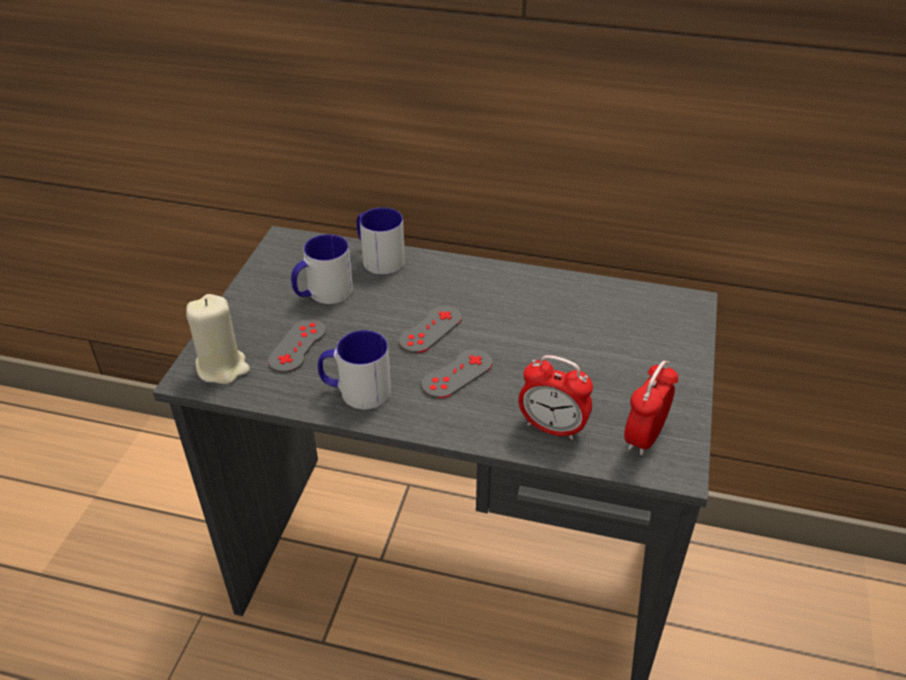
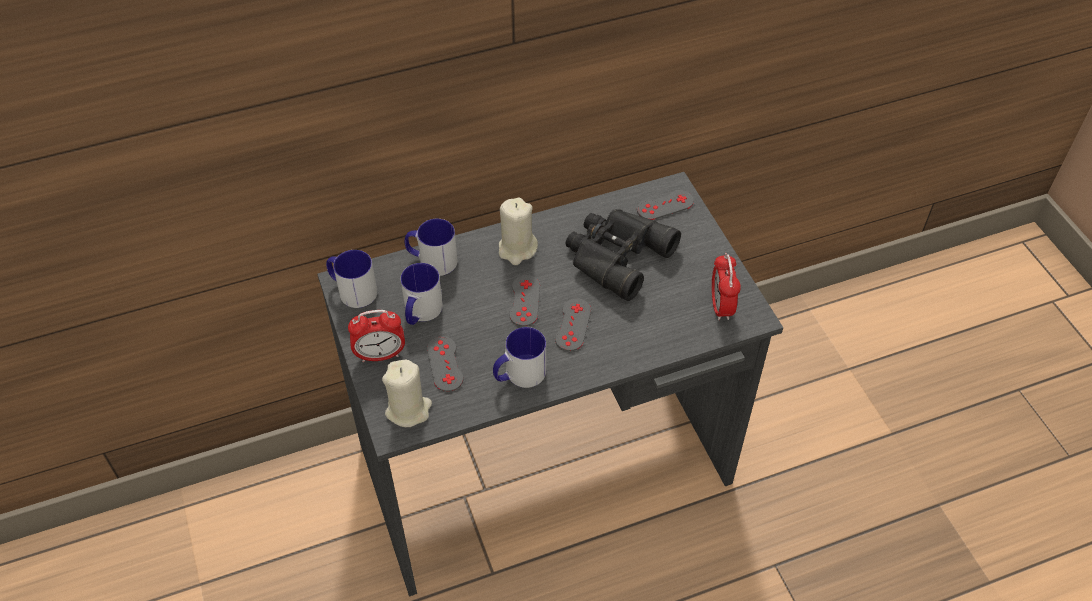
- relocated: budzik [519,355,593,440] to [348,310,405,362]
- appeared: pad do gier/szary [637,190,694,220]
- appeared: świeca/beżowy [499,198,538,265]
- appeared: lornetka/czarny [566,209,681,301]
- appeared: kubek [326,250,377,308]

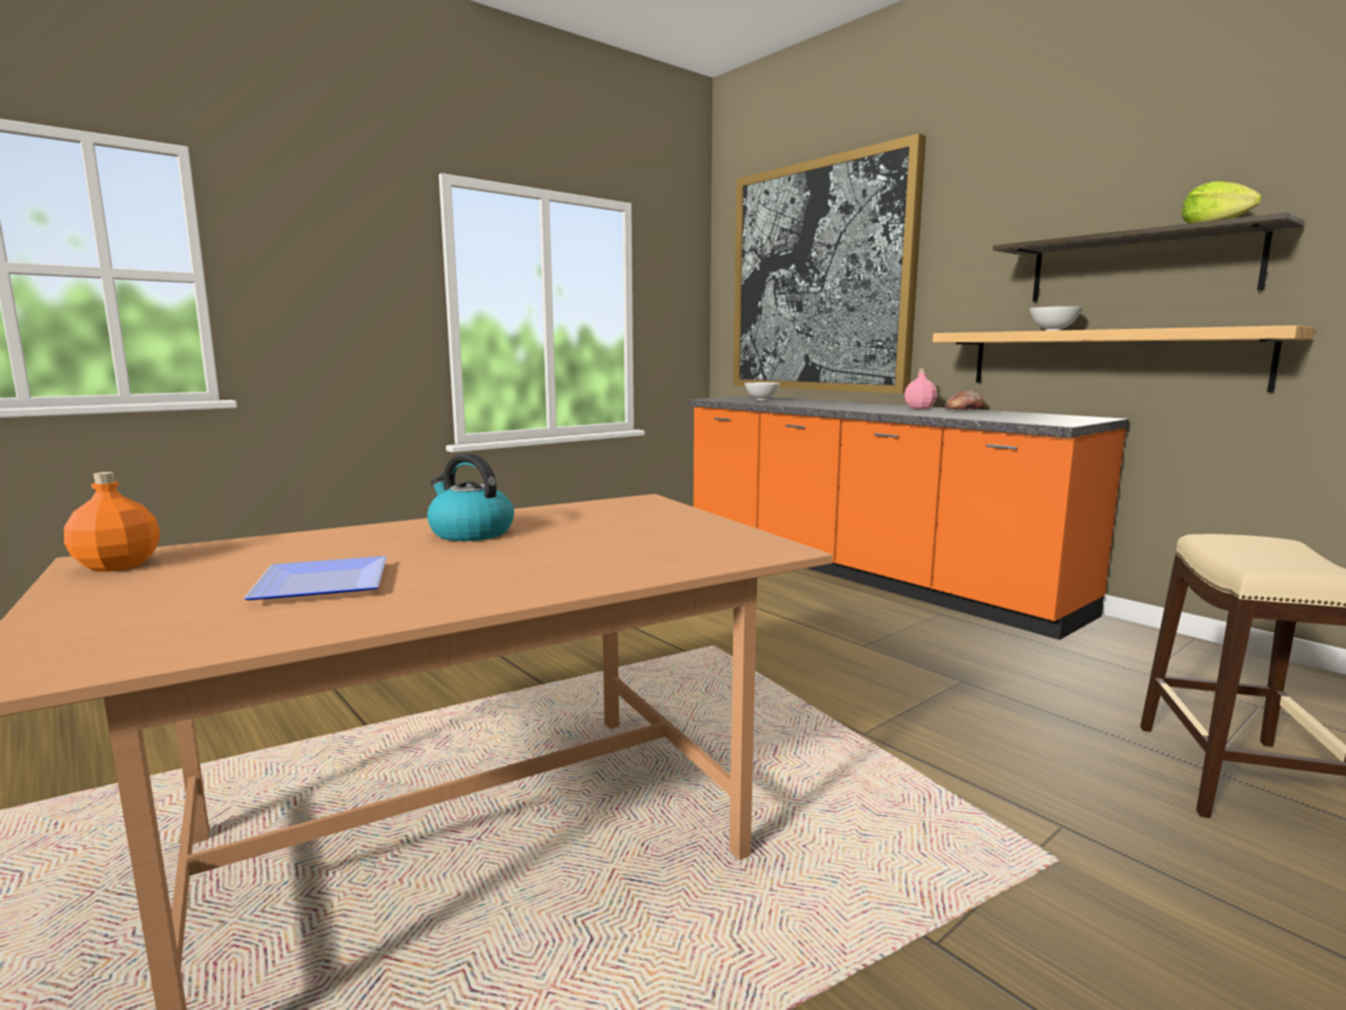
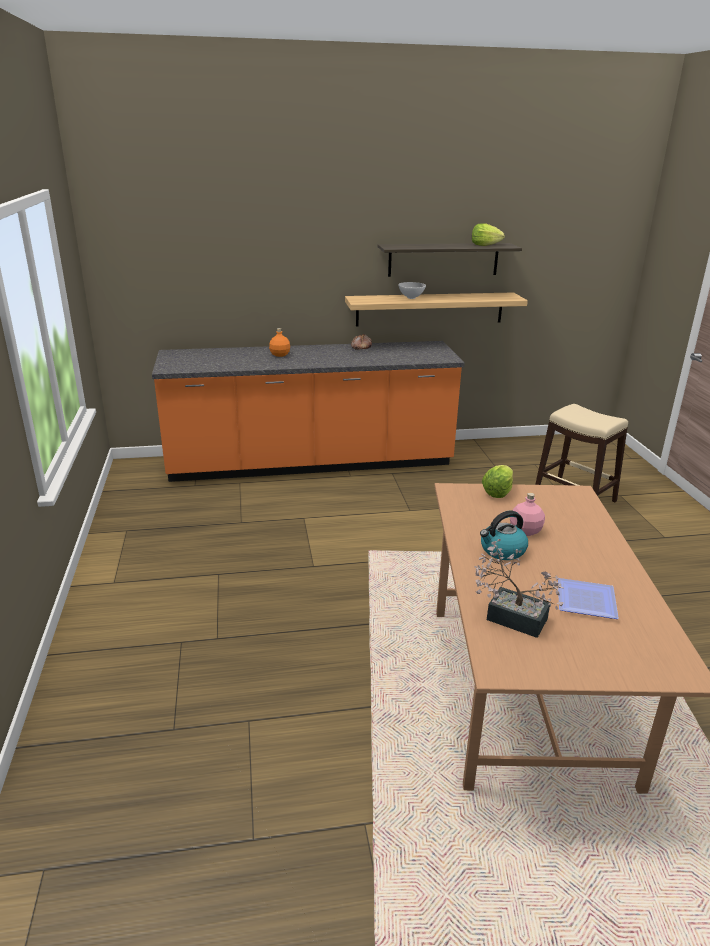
- missing: obraz [733,134,926,394]
- relocated: butelka/różowy [904,368,937,409] to [510,493,545,536]
- missing: miska/biały [744,382,780,400]
- relocated: butelka/pomarańczowy [64,472,160,572] to [269,328,290,357]
- appeared: sałata [482,465,513,498]
- appeared: roślina doniczkowa [475,539,564,638]

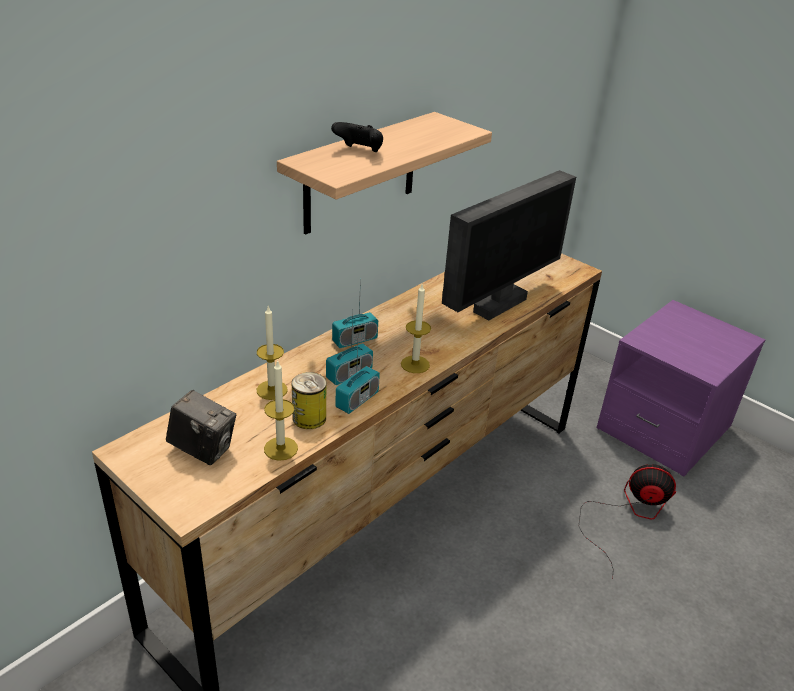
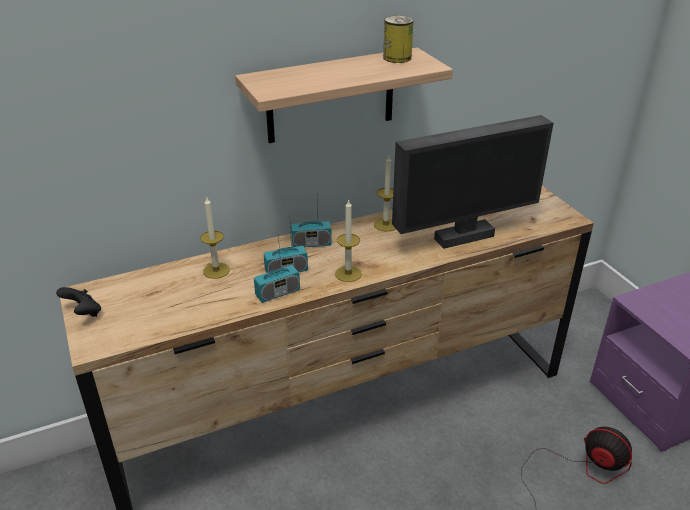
- relocated: pad do gier/czarny [331,122,383,152] to [56,287,101,317]
- relocated: świeca [264,360,298,461] to [374,155,396,232]
- relocated: puszka [292,372,326,429] to [383,16,414,63]
- missing: aparat fotograficzny [166,390,236,465]

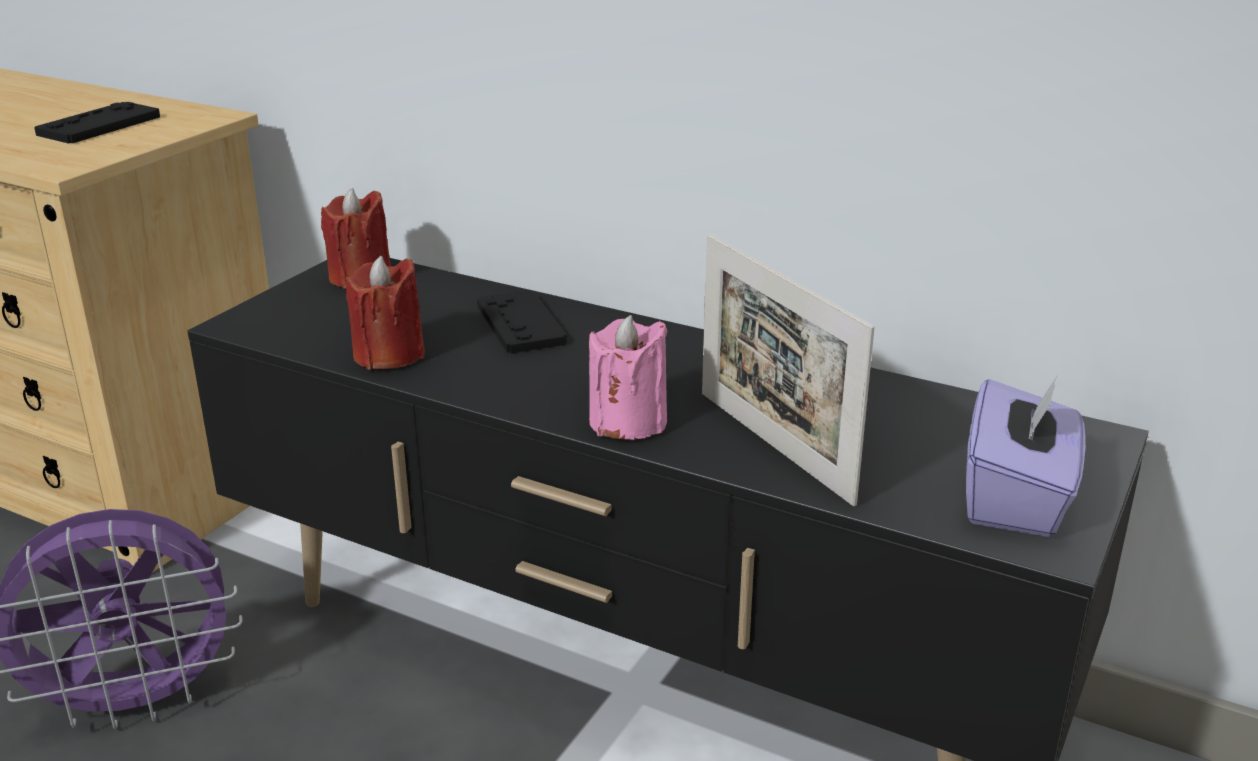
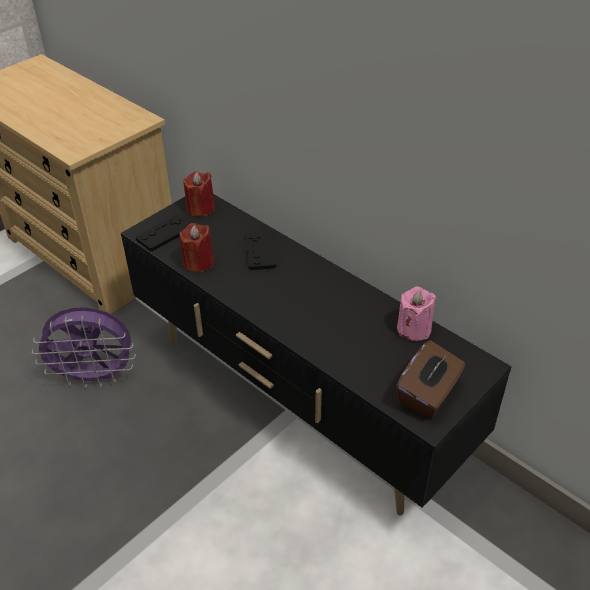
- relocated: pad do gier/czarny [34,102,160,144] to [136,215,190,251]
- missing: ramka na zdjęcie [702,234,875,506]
- relocated: świeca/różowy [589,315,668,440] to [397,287,436,341]
- colour: pudełko chusteczek/fioletowy [966,374,1085,537] to pudełko chusteczek/brązowy [396,340,466,419]

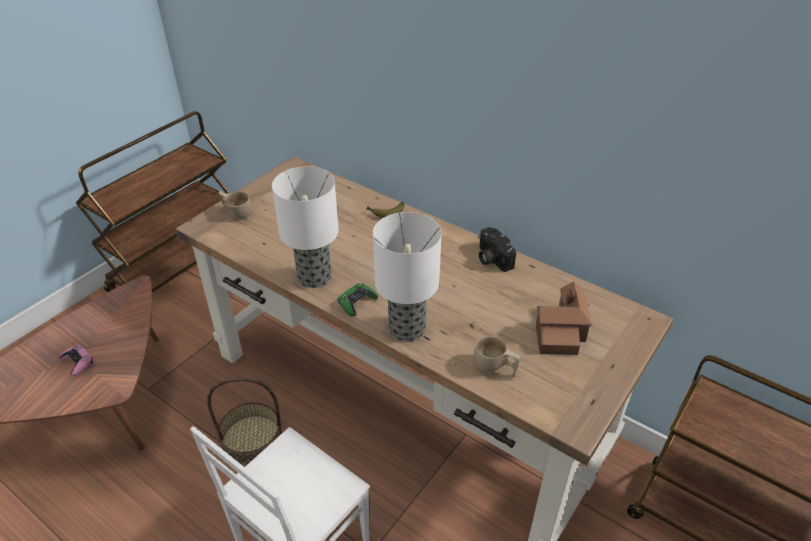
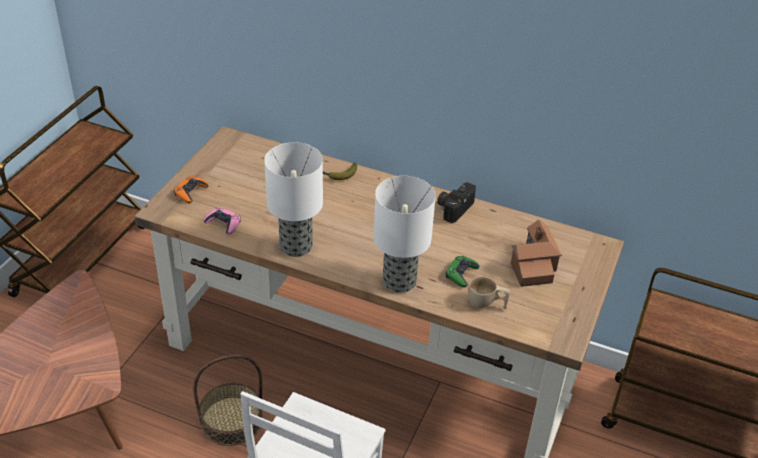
- exchanged: filiżanka/beżowy [219,191,251,220] to pad do gier/pomarańczowy [174,176,209,203]
- spun: aparat fotograficzny [478,227,516,272] = [437,182,476,223] 75 degrees clockwise
- relocated: pad do gier/zielony [338,284,378,316] to [446,256,480,287]
- relocated: pad do gier/różowy [59,345,93,376] to [204,207,241,235]

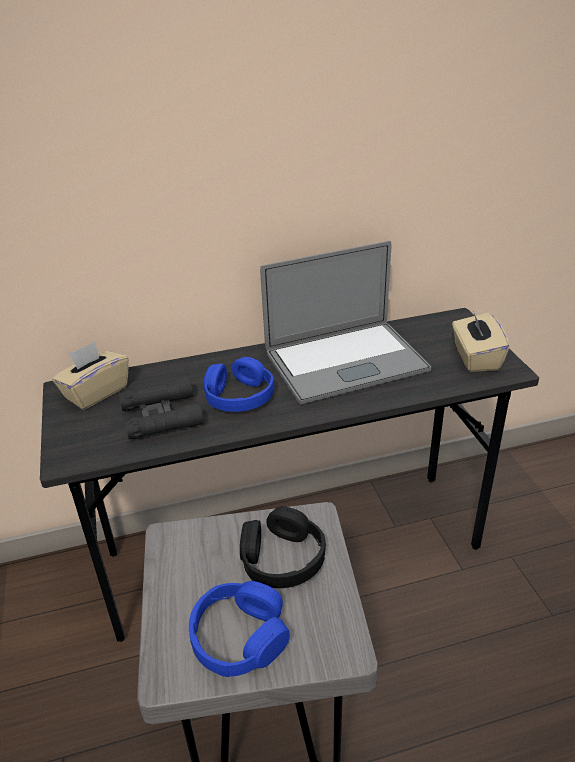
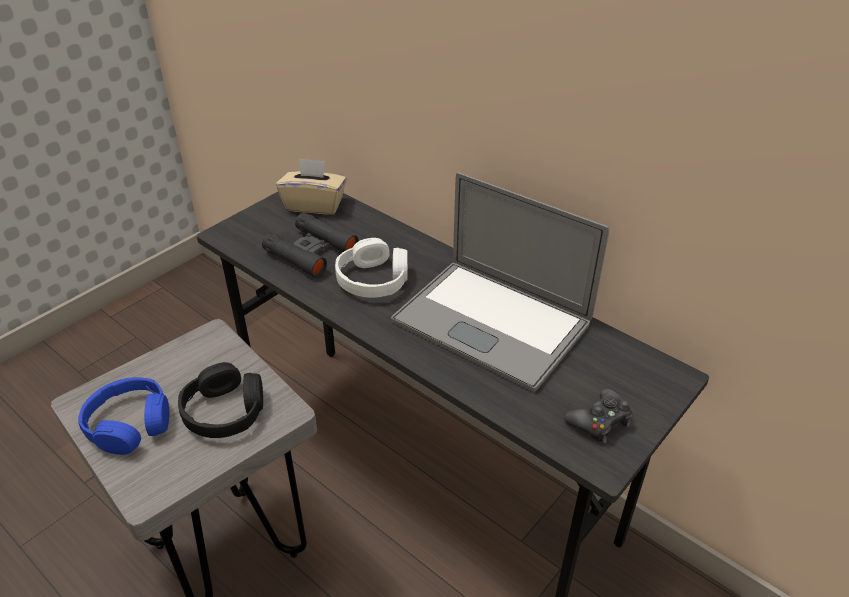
- exchanged: pudełko chusteczek/beżowy [452,311,509,372] to pad do gier/czarny [564,389,633,444]
- colour: słuchawki/niebieski [204,357,275,412] to słuchawki/biały [335,238,408,298]

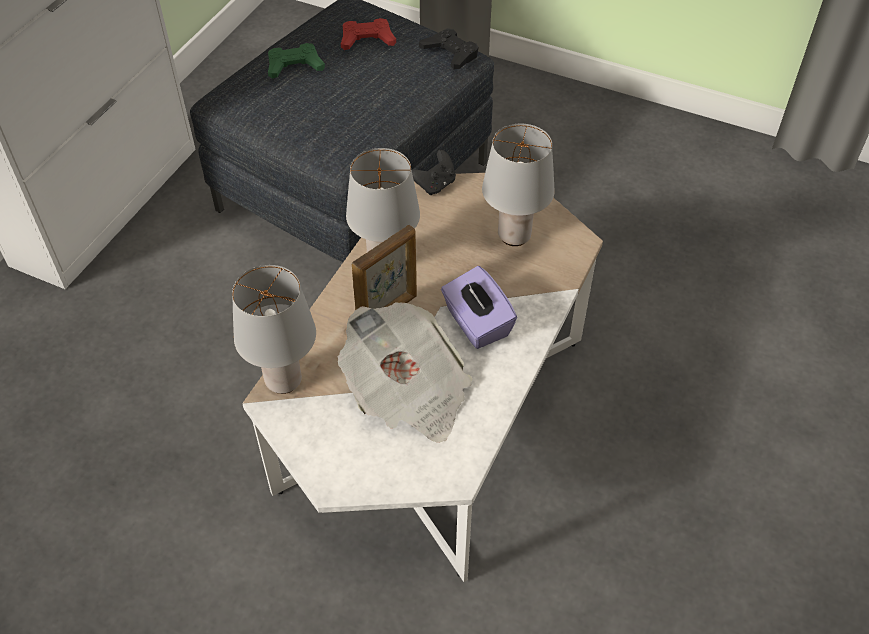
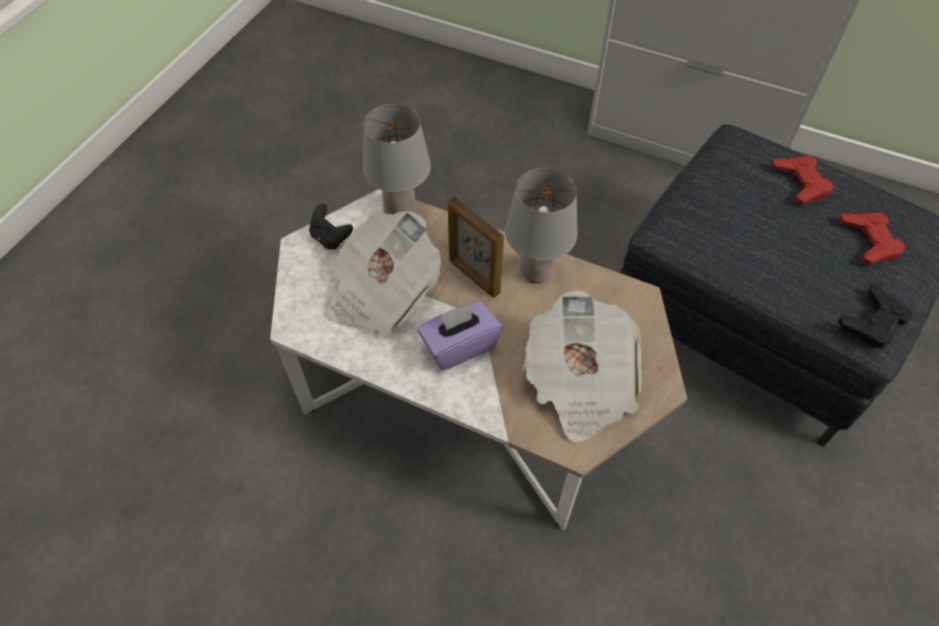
- colour: pad do gier/zielony [268,43,325,79] to pad do gier/czerwony [770,156,834,205]
- exchanged: lampa stołowa/szary [482,124,555,246] to gazeta [522,290,642,443]
- relocated: pad do gier/czarny [412,150,456,195] to [309,204,353,250]

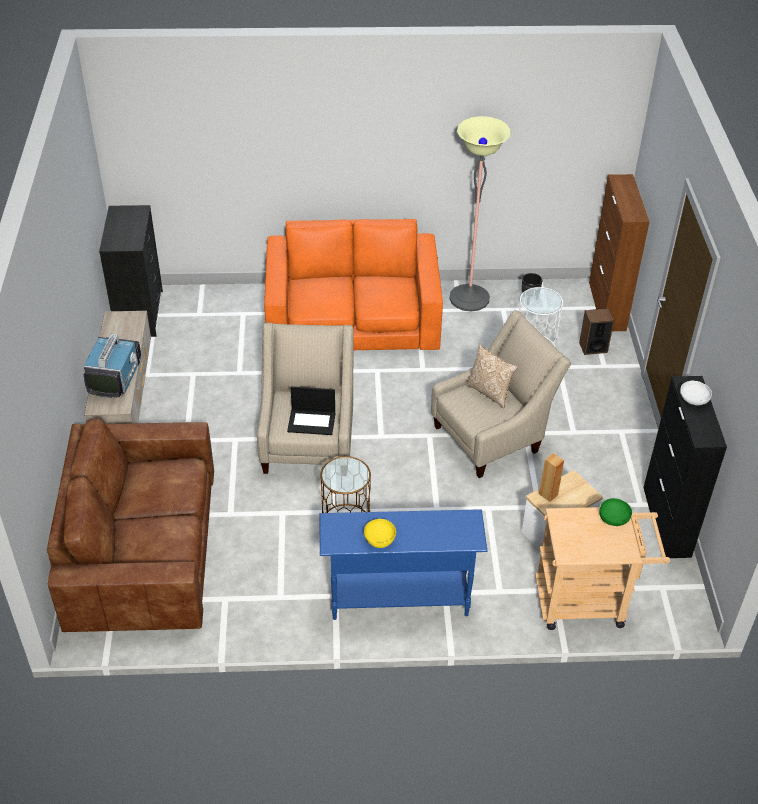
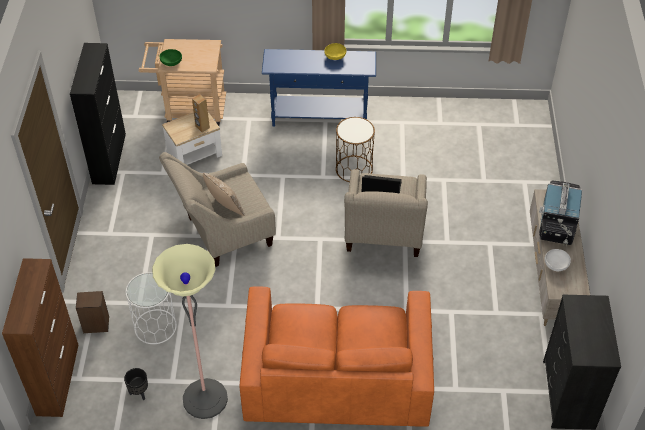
- relocated: miska/biały [680,381,712,405] to [544,249,571,271]
- missing: kanapa/brązowy [47,418,214,632]

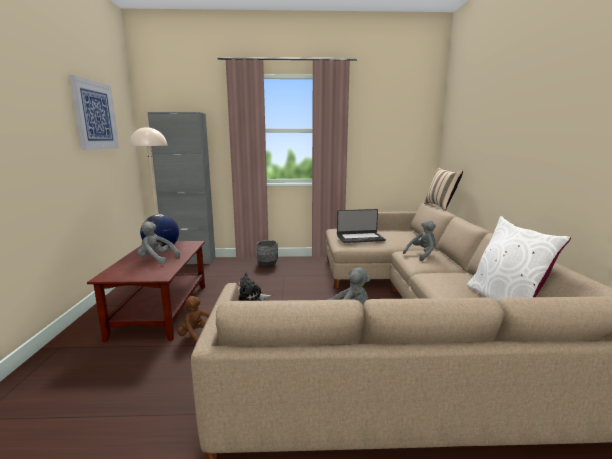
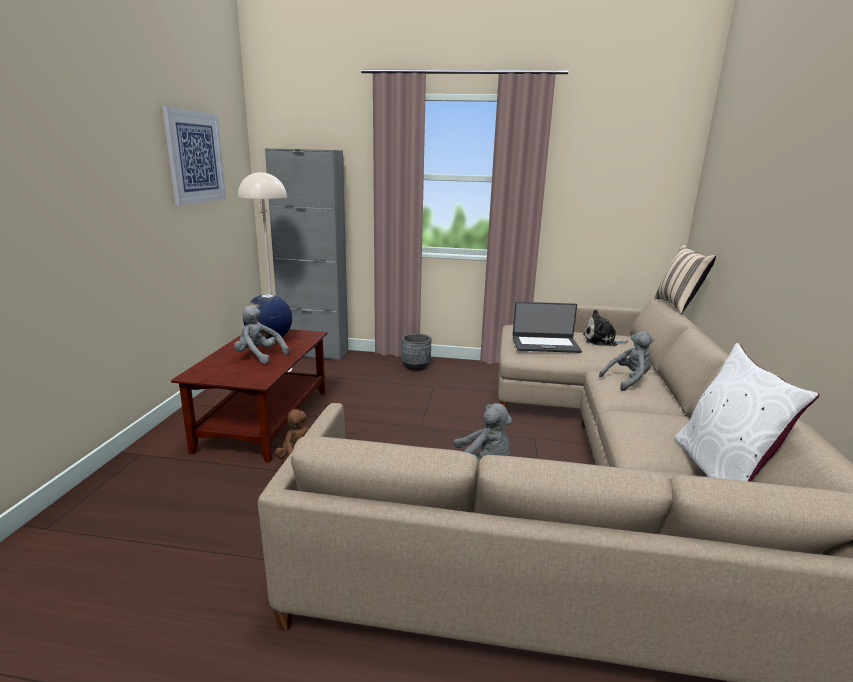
- relocated: pluszak [237,273,272,301] to [583,310,628,346]

